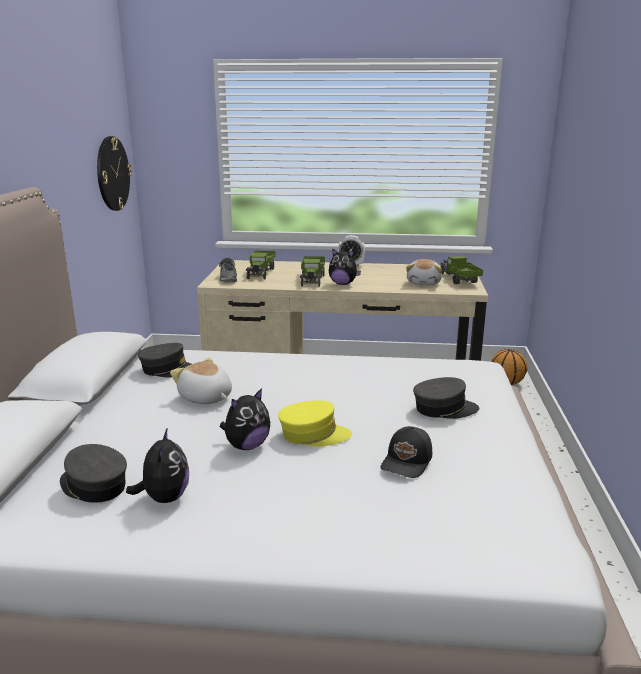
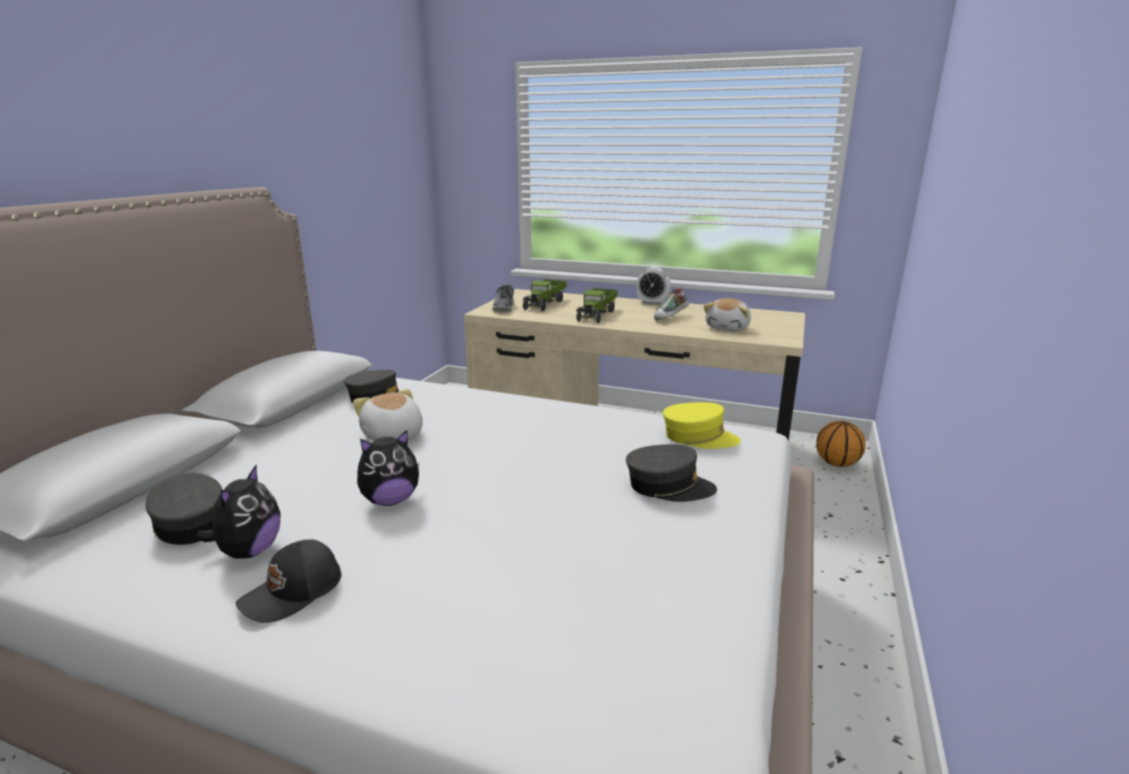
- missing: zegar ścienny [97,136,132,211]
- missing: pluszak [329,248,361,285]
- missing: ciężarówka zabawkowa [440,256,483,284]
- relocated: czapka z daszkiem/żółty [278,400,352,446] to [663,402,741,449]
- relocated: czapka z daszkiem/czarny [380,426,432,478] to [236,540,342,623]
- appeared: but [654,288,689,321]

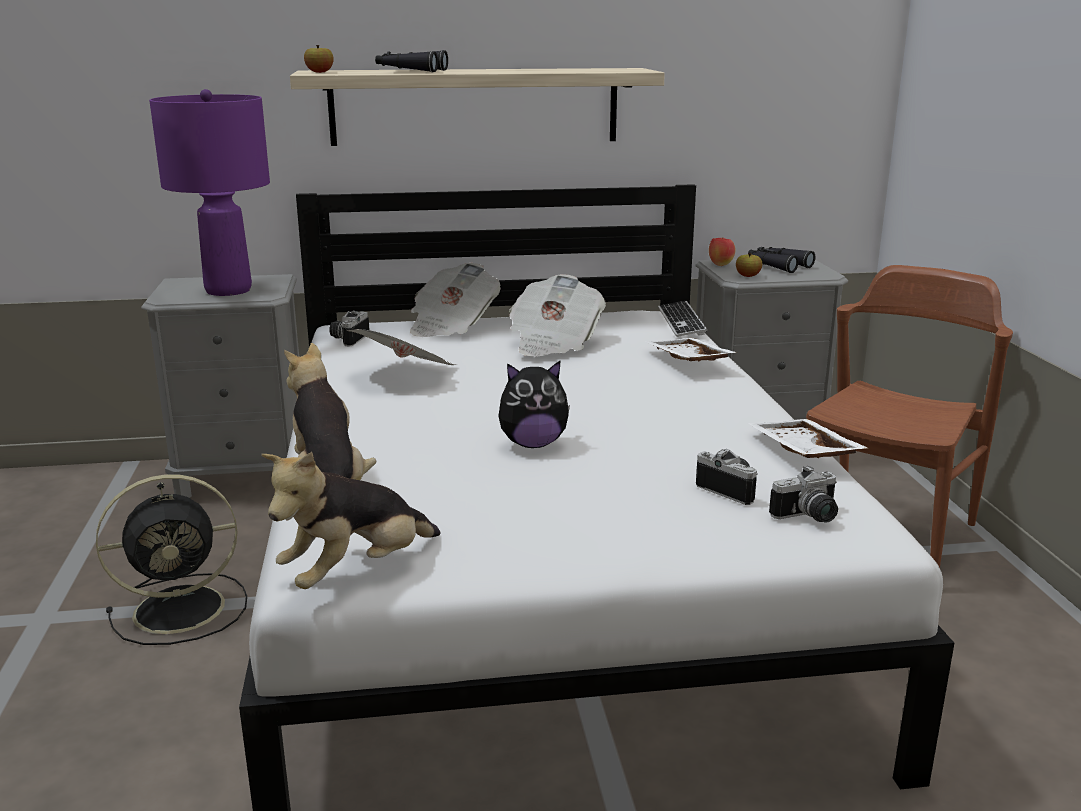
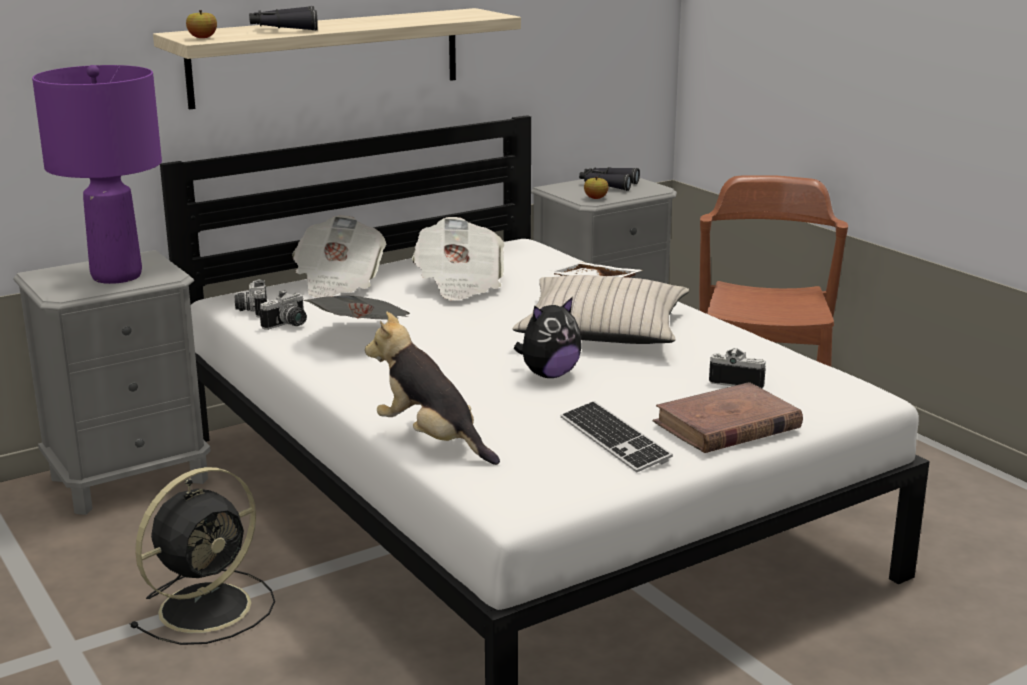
- missing: jabłko [709,237,736,266]
- relocated: klawiatura [658,301,707,337] to [561,401,673,472]
- missing: taca/biały [748,419,868,458]
- missing: pluszak [261,452,441,589]
- relocated: aparat fotograficzny [769,466,838,522] to [260,290,307,330]
- appeared: poduszka/beżowy [512,275,689,344]
- appeared: książka/brązowy [653,382,803,453]

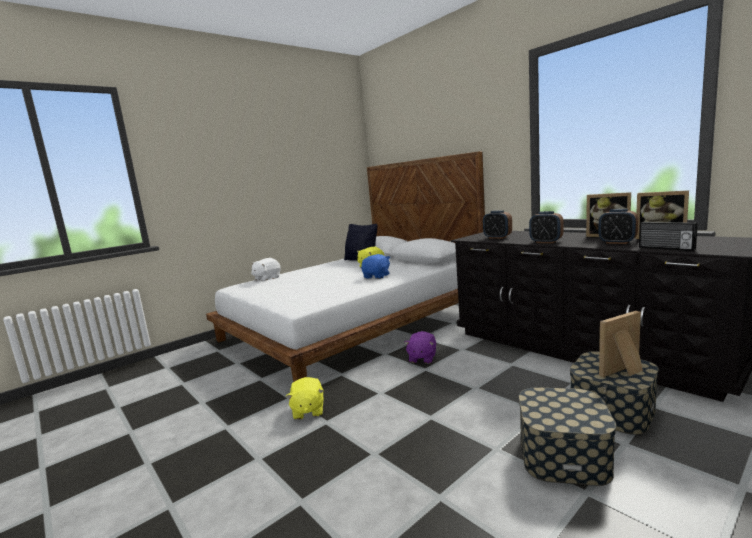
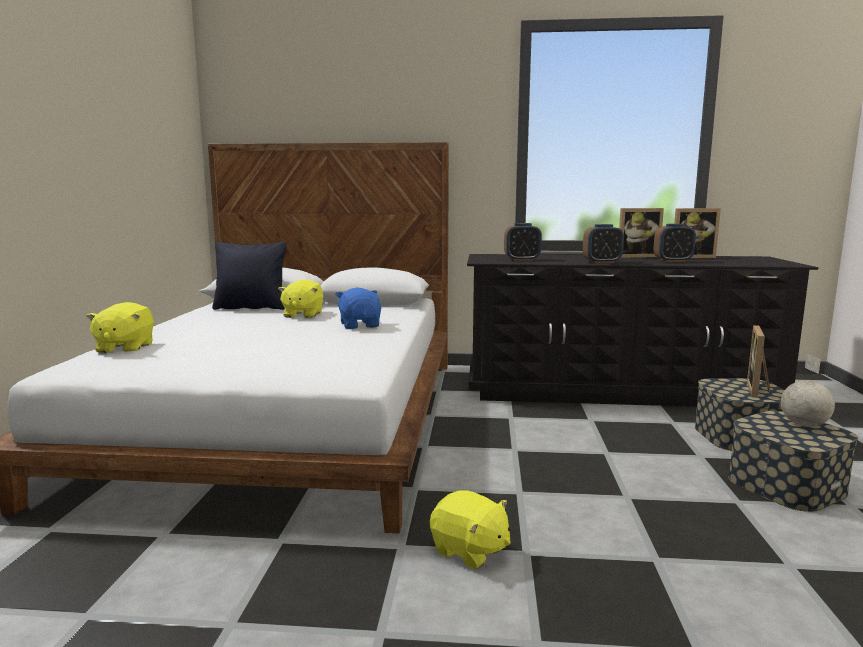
- missing: radio [639,222,698,251]
- colour: pluszak/biały [251,258,281,281] to pluszak/żółty [86,302,154,353]
- missing: pluszak/fioletowy [404,331,436,364]
- appeared: globus [781,354,835,427]

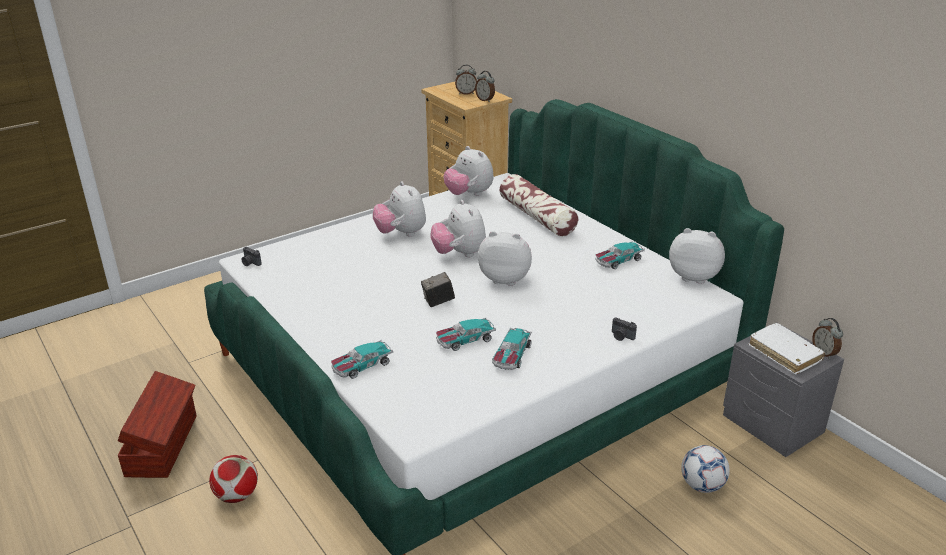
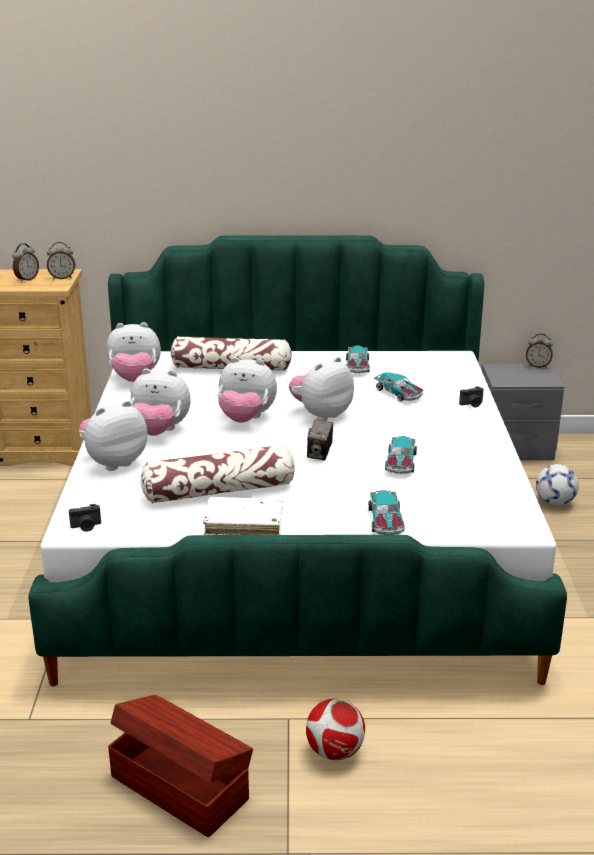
- relocated: pluszak [669,228,725,284] to [79,401,148,471]
- relocated: książka/biały [749,323,825,375] to [203,497,283,535]
- relocated: samochodzik [492,327,532,370] to [374,372,423,402]
- appeared: poduszka [141,444,295,504]

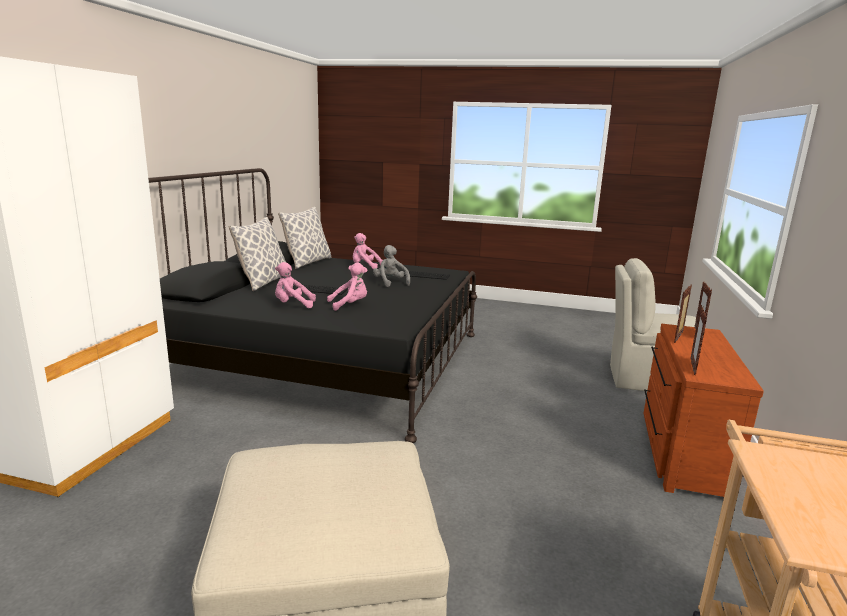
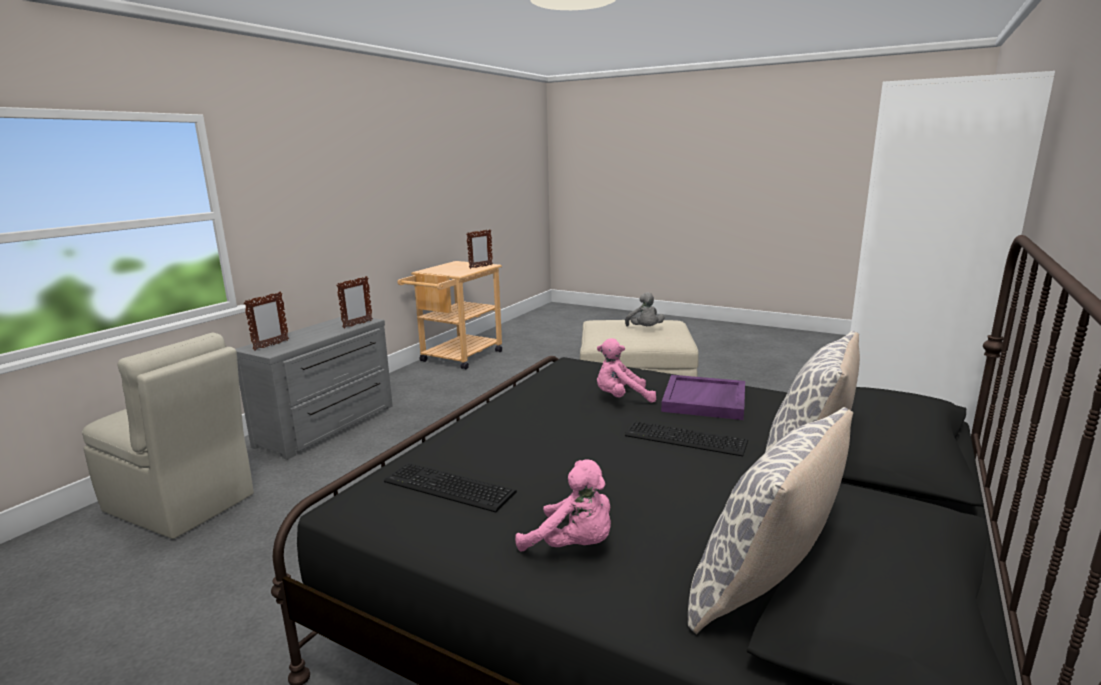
- relocated: pluszak/szary [373,245,410,287] to [625,292,665,326]
- exchanged: pluszak/różowy [275,262,316,308] to taca/fioletowy [661,375,745,420]
- relocated: ramka na zdjęcie [674,285,692,343] to [466,229,493,269]
- colour: komoda/brązowy [644,324,764,497] to komoda/szary [236,317,393,460]

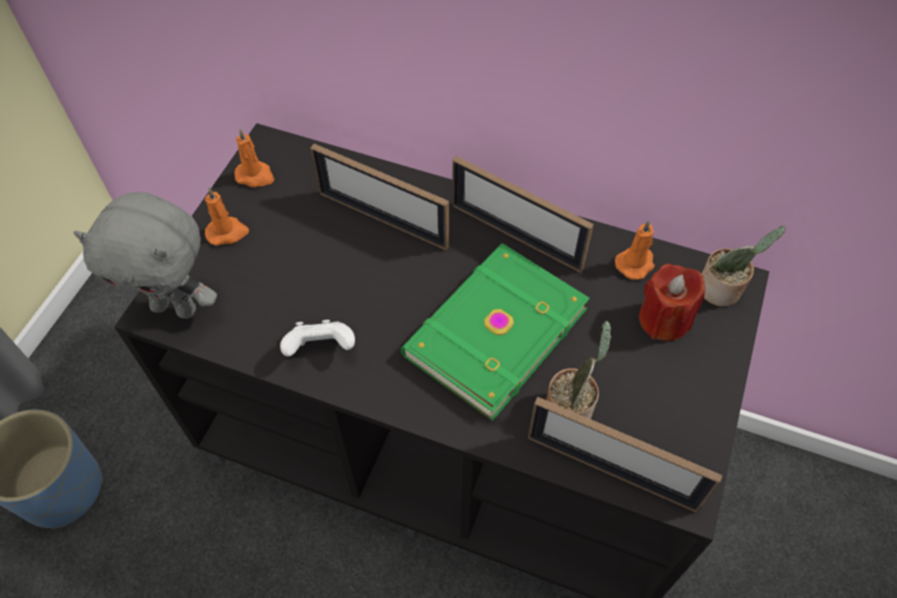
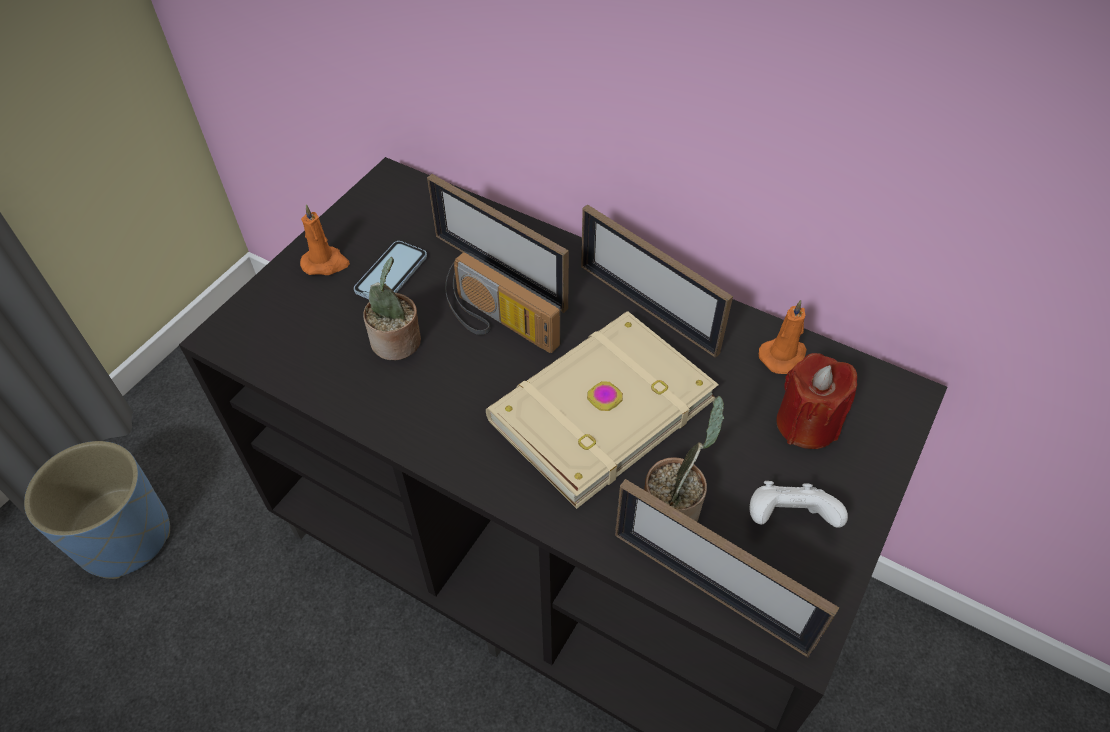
- missing: świeca/pomarańczowy [235,129,274,188]
- missing: pluszak/szary [74,192,217,319]
- relocated: roślina doniczkowa [702,226,786,306] to [363,257,421,360]
- colour: książka/zielony [401,243,590,421] to książka/beżowy [486,311,719,509]
- relocated: pad do gier/biały [280,320,355,356] to [749,481,848,528]
- appeared: telefon [354,241,427,299]
- appeared: radio [445,251,561,353]

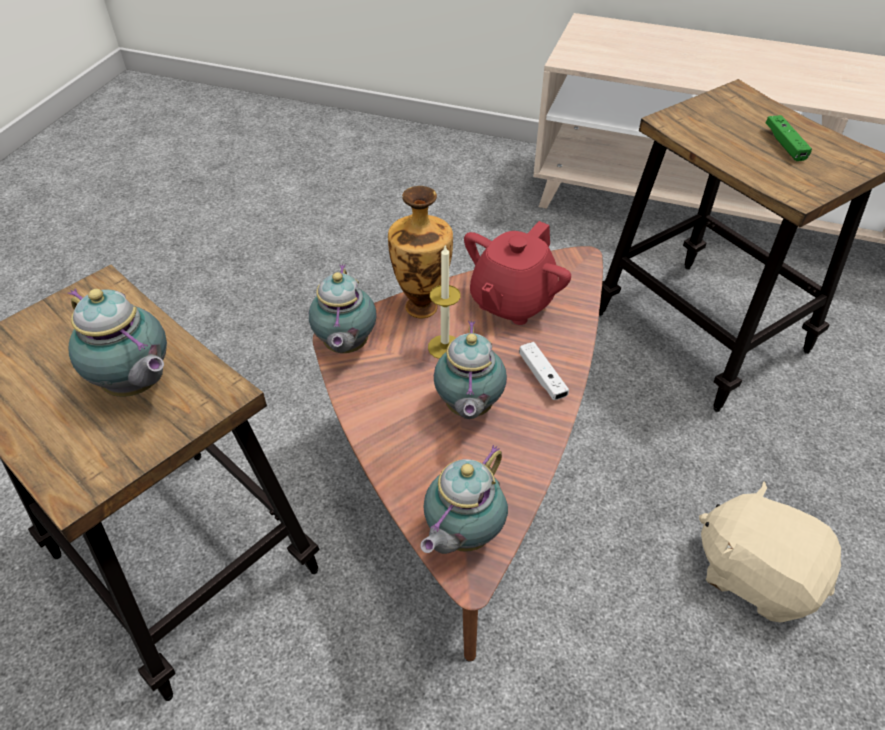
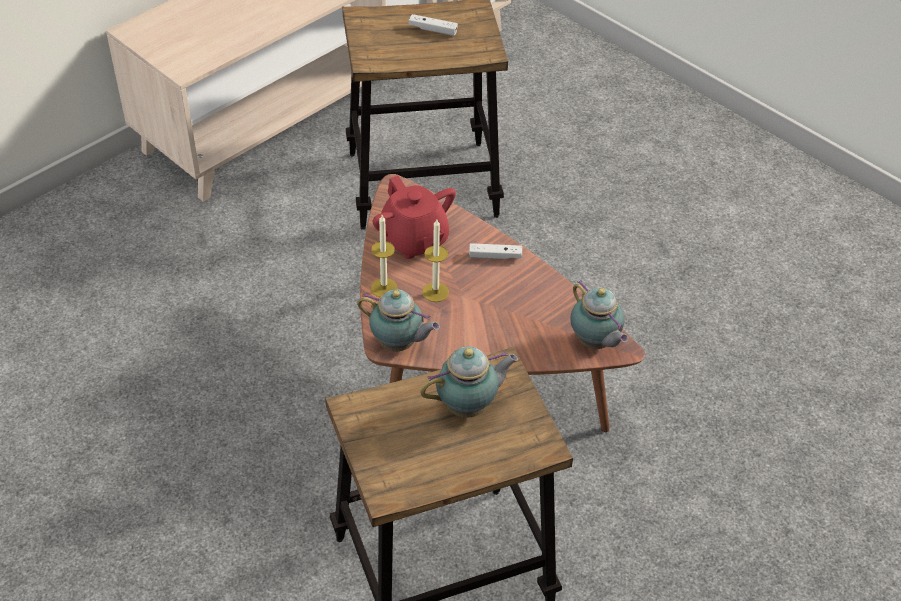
- colour: pad do gier/zielony [766,115,812,161] to pad do gier/biały [408,14,458,36]
- exchanged: wazon [388,186,453,318] to świeca [371,215,398,297]
- missing: imbryk [434,320,507,419]
- missing: pluszak/beżowy [699,481,841,623]

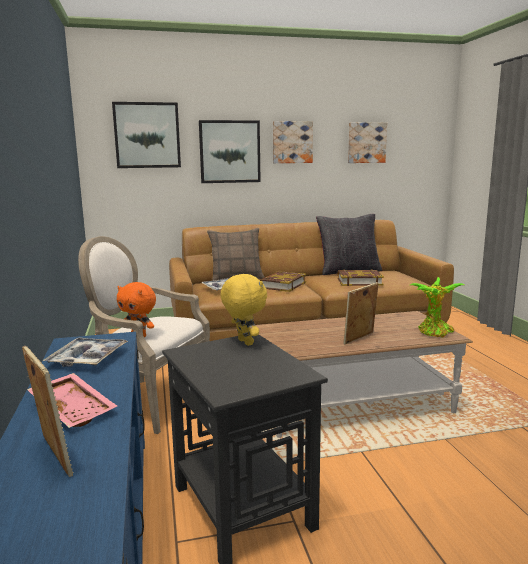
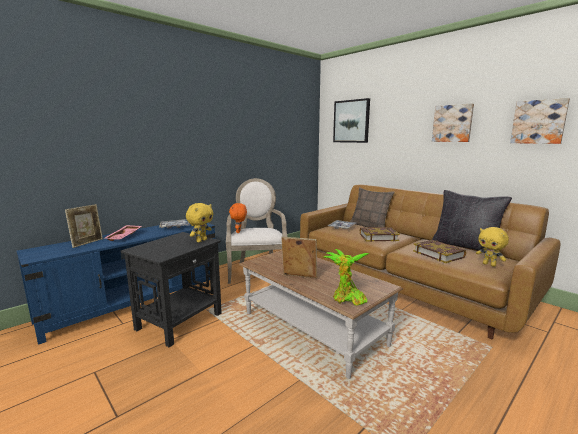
- missing: obraz [199,120,261,183]
- appeared: pluszak/żółty [476,227,509,267]

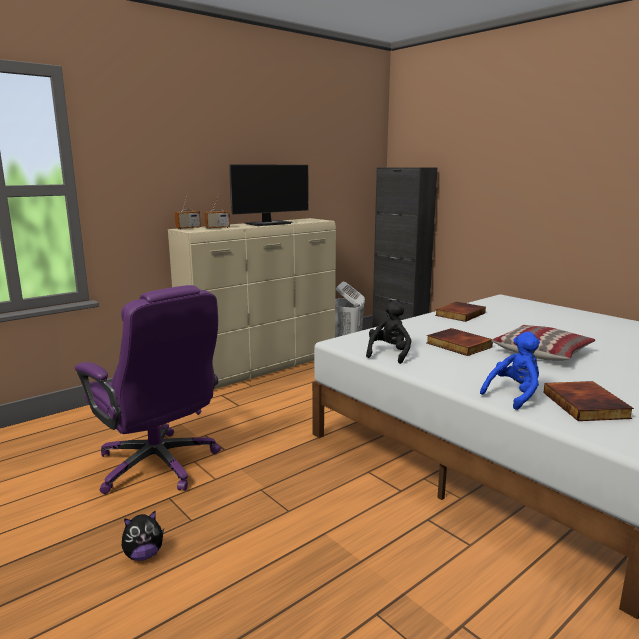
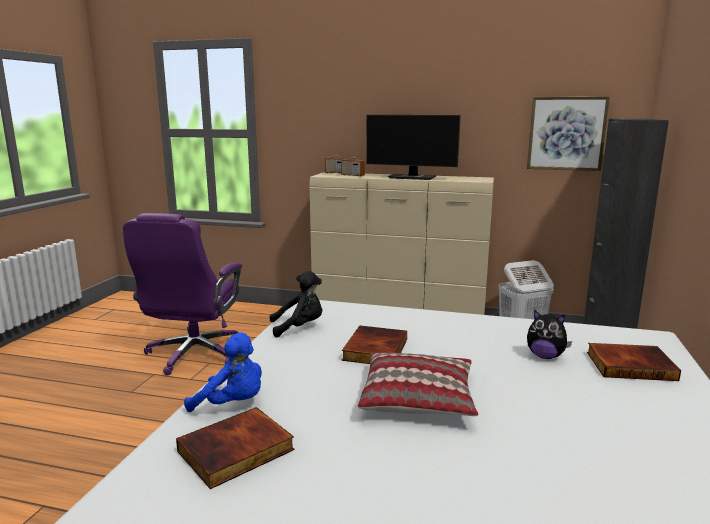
- relocated: książka [435,302,486,322] to [587,343,681,381]
- relocated: pluszak [122,511,164,561] to [527,309,572,359]
- appeared: obraz [527,97,610,171]

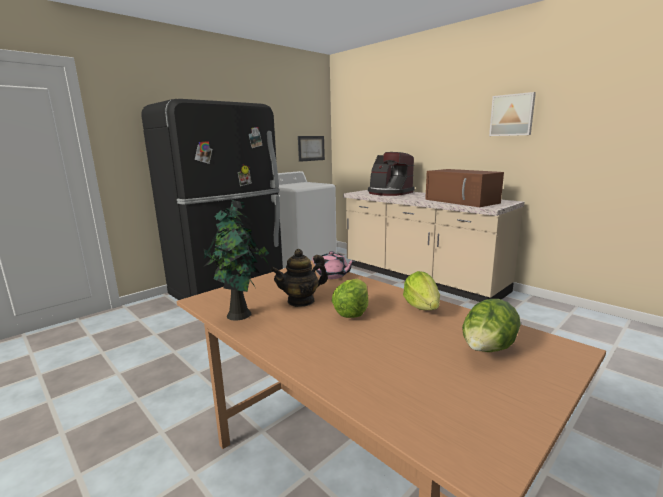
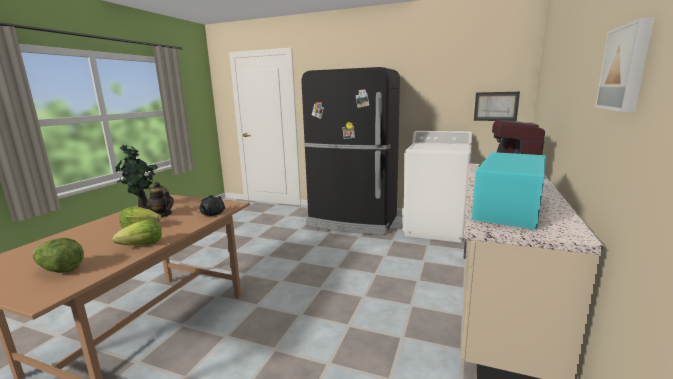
- colour: mikrofalówka/brązowy [425,169,504,207] to mikrofalówka/turkusowy [472,152,546,230]
- colour: imbryk/różowy [312,251,355,279] to imbryk/czarny [200,195,225,216]

